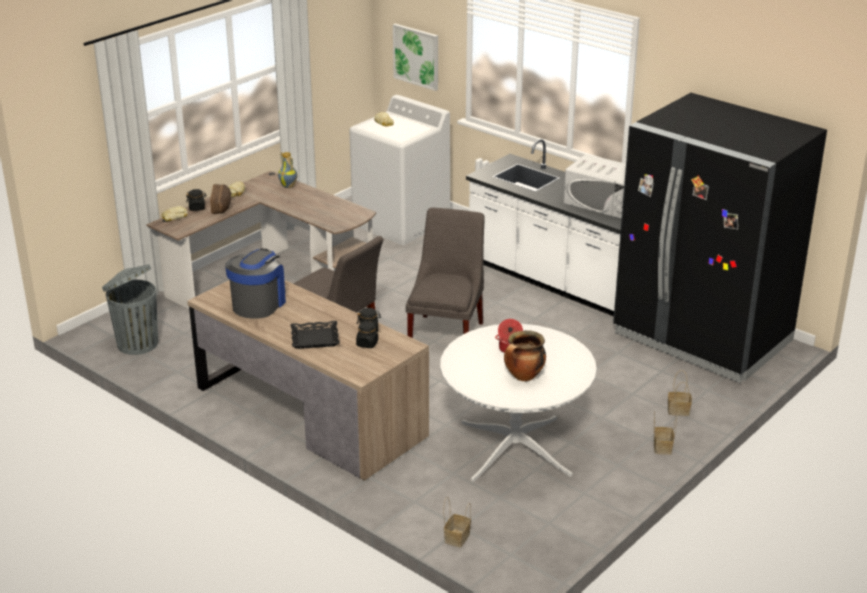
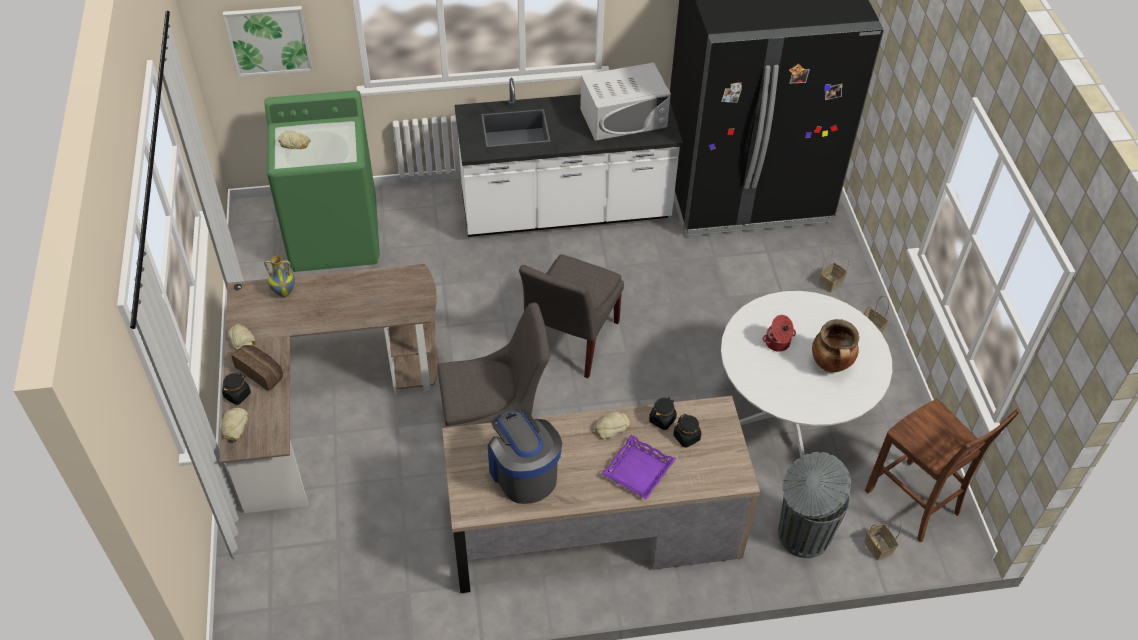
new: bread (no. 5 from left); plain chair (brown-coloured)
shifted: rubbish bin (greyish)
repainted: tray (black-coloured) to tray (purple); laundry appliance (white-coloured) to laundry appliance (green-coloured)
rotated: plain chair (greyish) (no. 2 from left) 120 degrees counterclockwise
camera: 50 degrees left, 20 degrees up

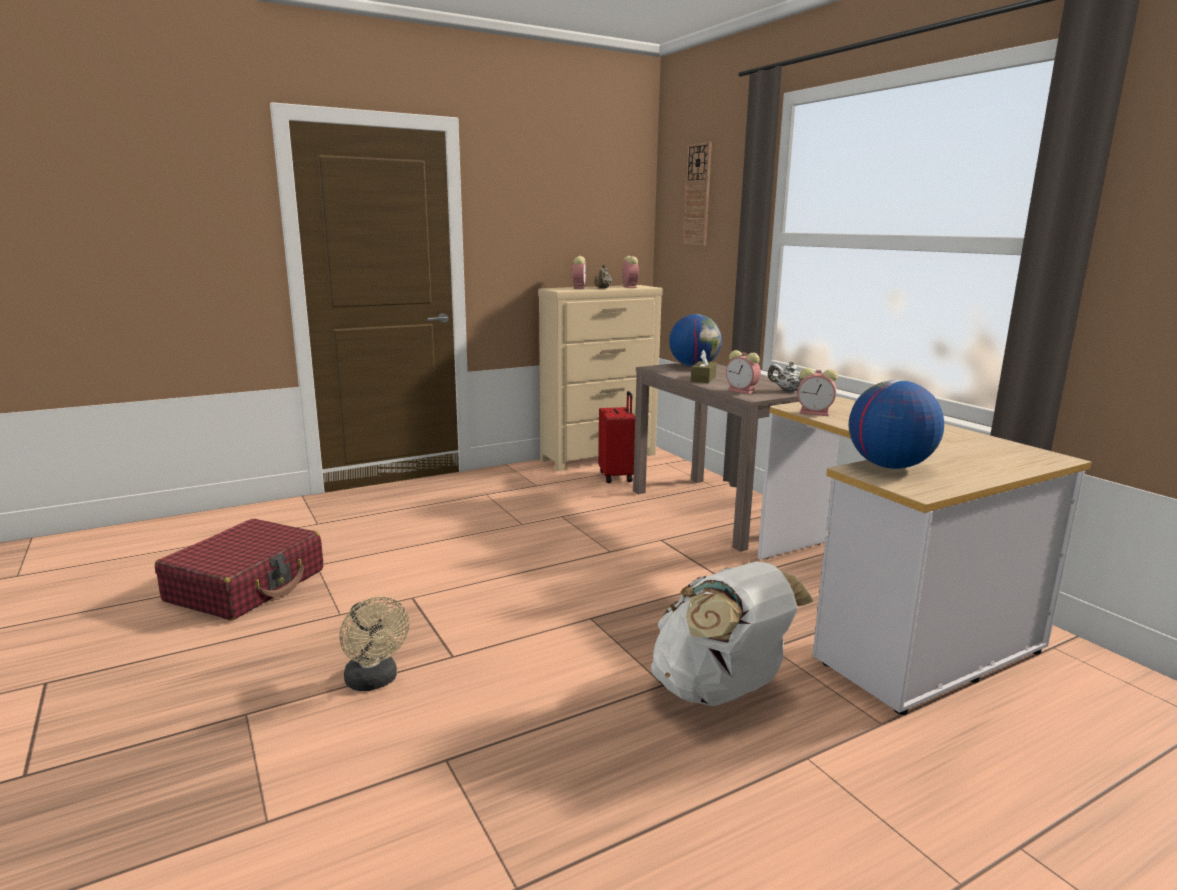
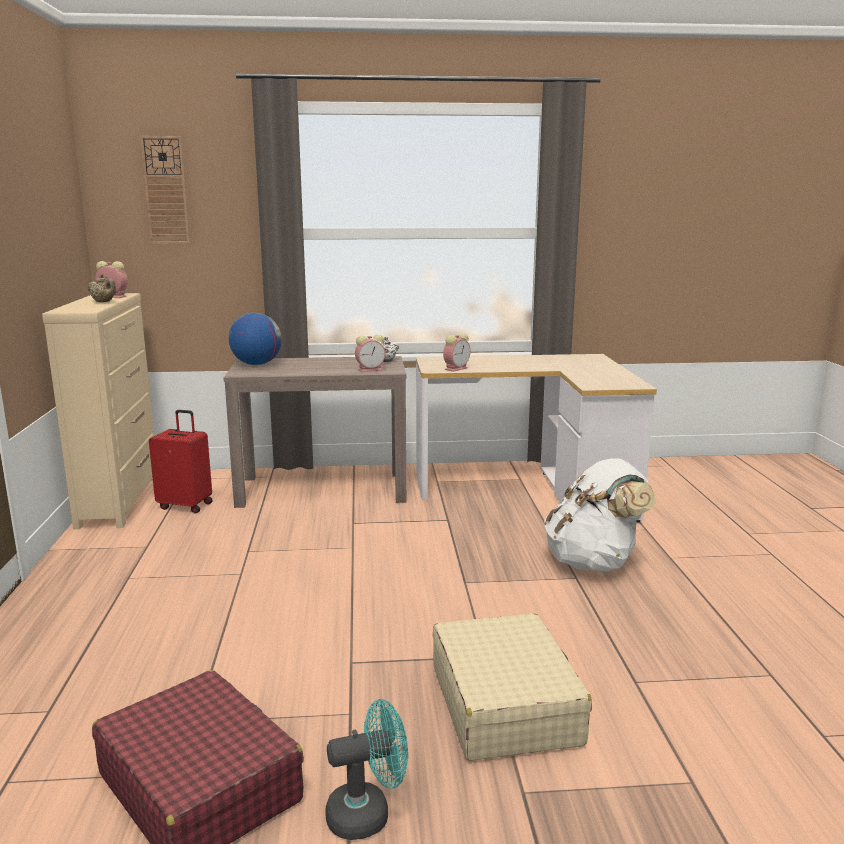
gone: alarm clock (no. 1 from left); box of tissues (brown-coloured); globe (no. 2 from left)
new: cooling fan (turquoise)
swapped: cooling fan (beige) to suitcase (beige)
camera: 65 degrees left, 0 degrees up

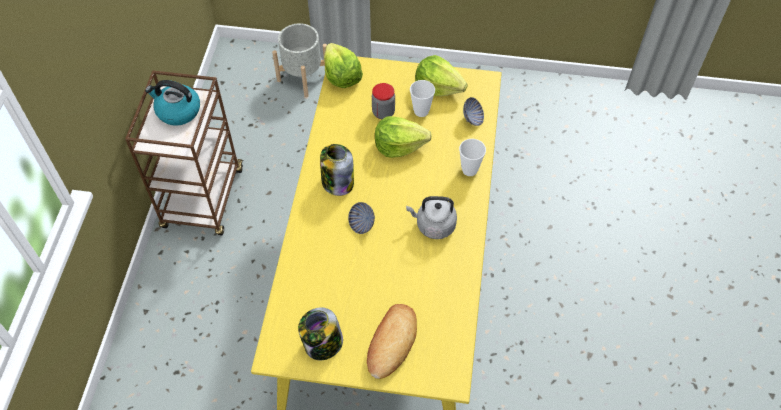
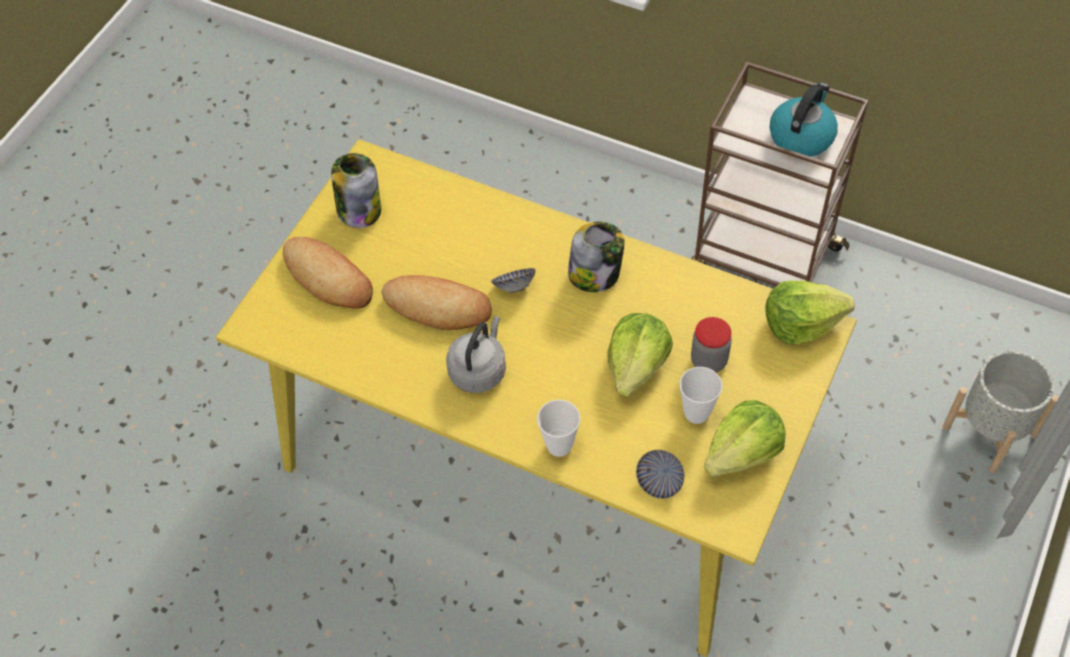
new: bread (no. 2 from left)
camera: 110 degrees right, 0 degrees up

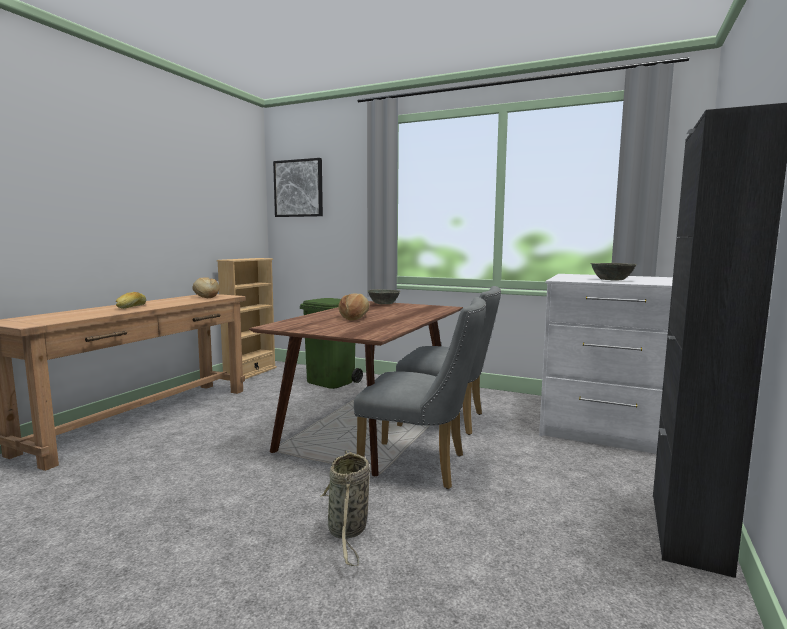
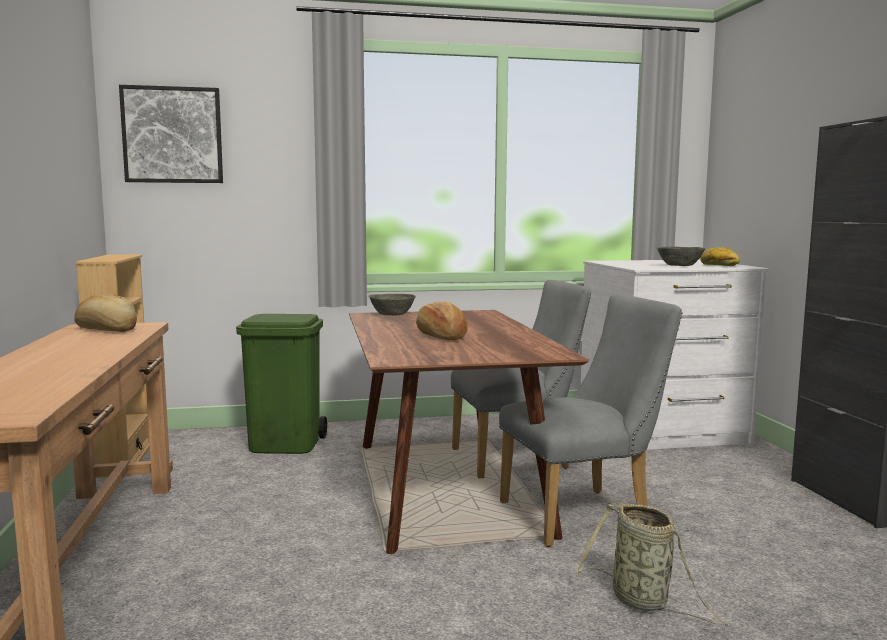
shifted: bread (no. 1 from left in the first image) to bread (no. 3 from left)
camera: 35 degrees left, 0 degrees up

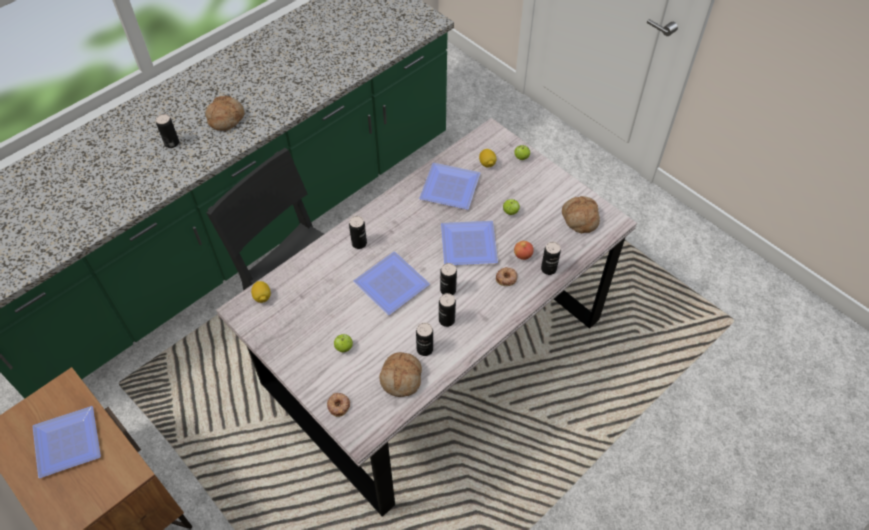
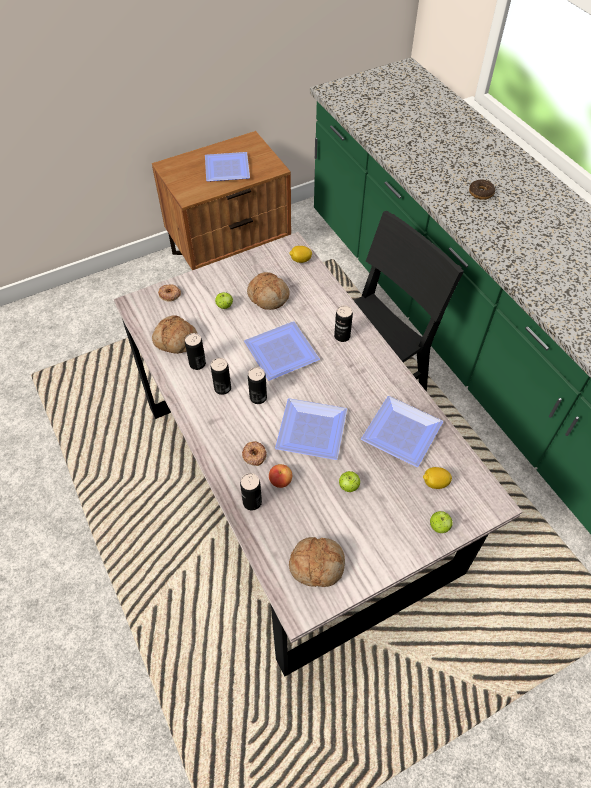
shifted: bread (no. 1 from left in the first image) to bread (no. 2 from left)
swapped: sealed can (no. 1 from left) to doughnut (no. 3 from left)
camera: 105 degrees right, 0 degrees up

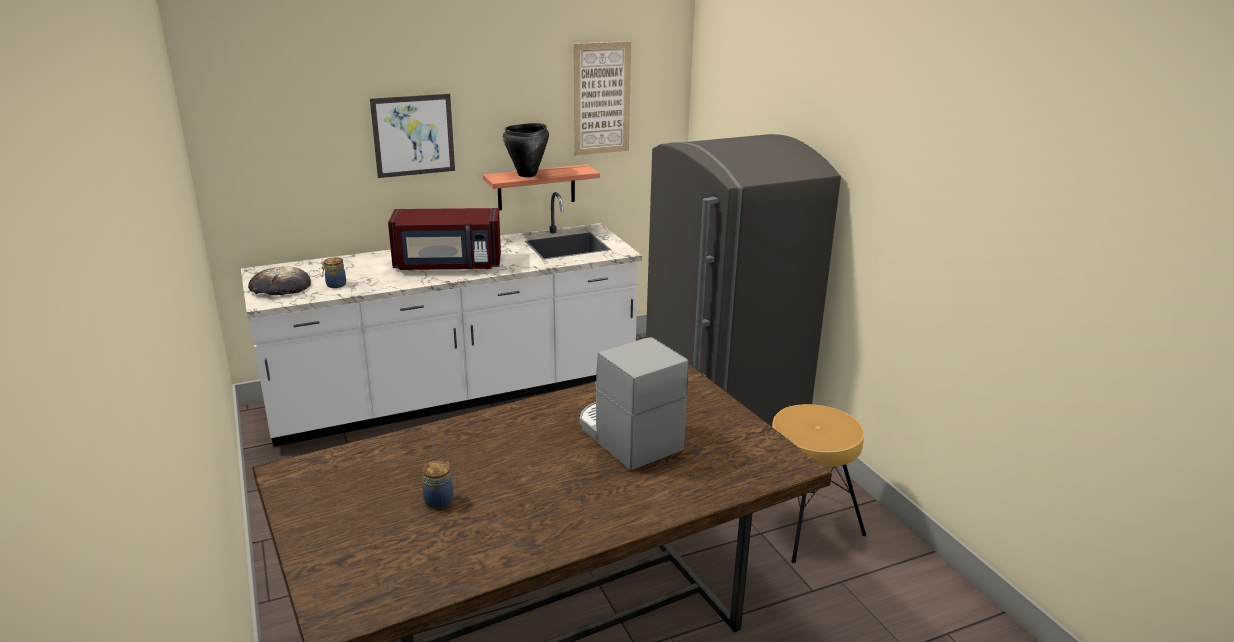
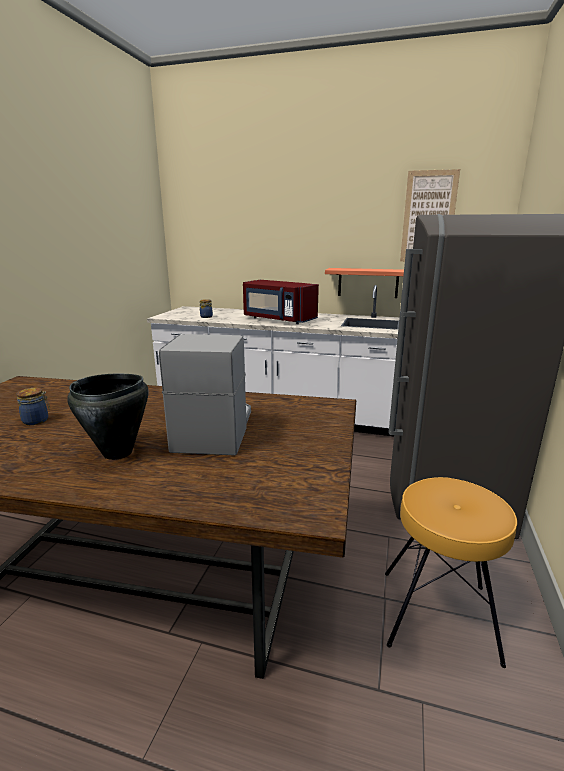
gone: bread; wall art (no. 1 from left)
shifted: stockpot (black-coloured)
camera: 40 degrees right, 5 degrees down

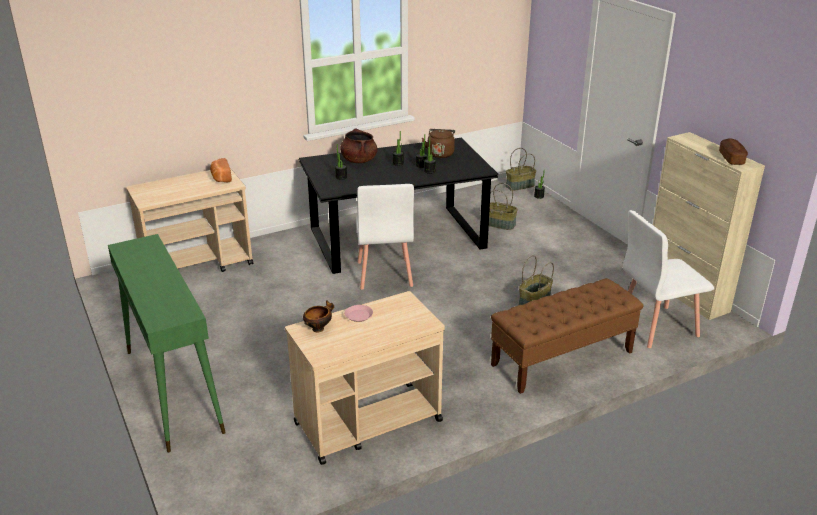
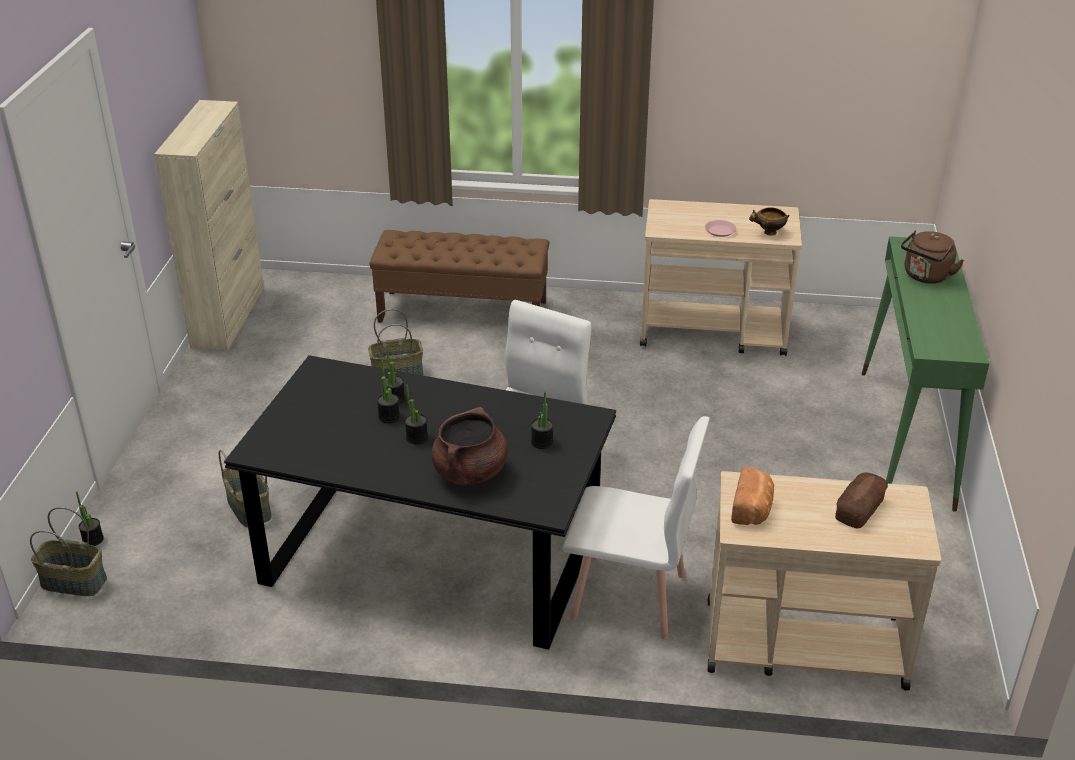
shifted: kettle (brown-coloured); plain chair (white-coloured) (no. 2 from left); bread (no. 2 from left)
camera: 145 degrees left, 5 degrees up

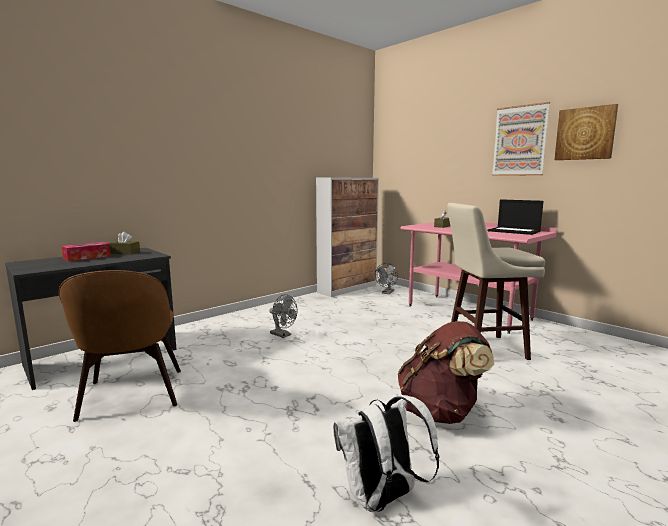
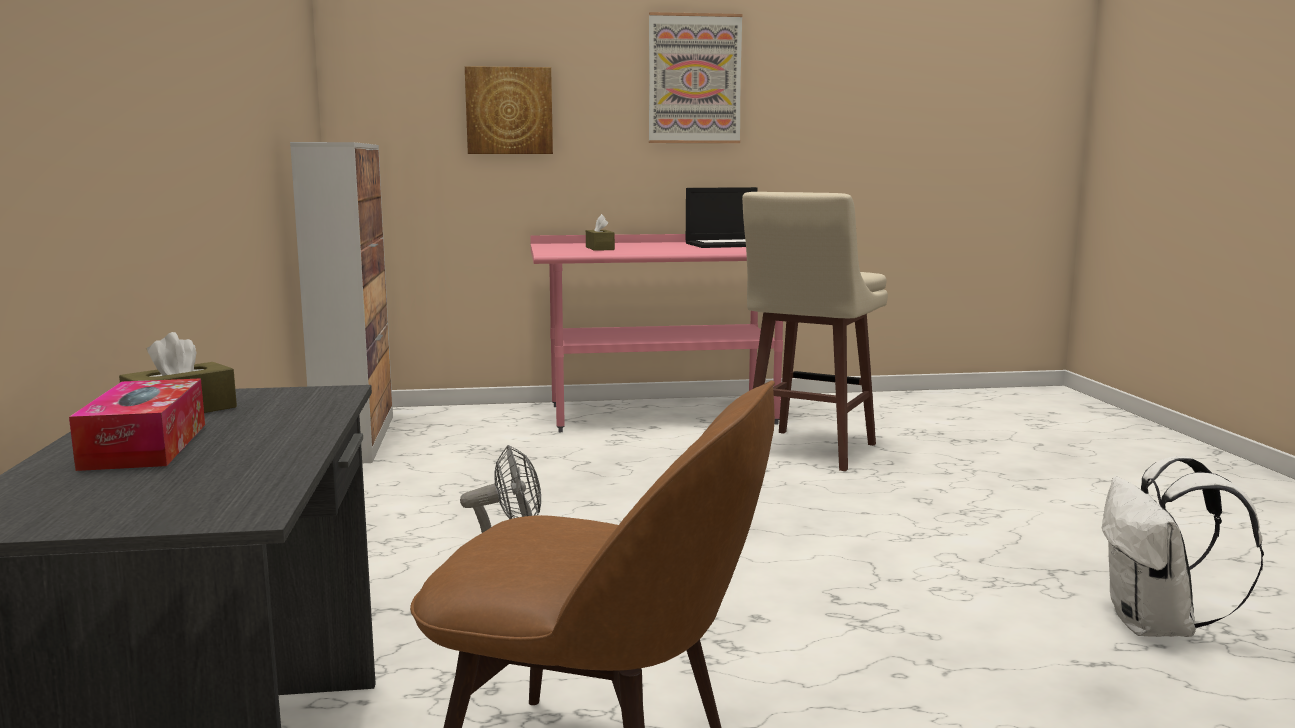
gone: cooling fan (greyish) (no. 2 from left); rucksack (brown-coloured)
shifted: wall art (no. 2 from left in the first image) to wall art (no. 1 from left)
camera: 55 degrees left, 0 degrees up

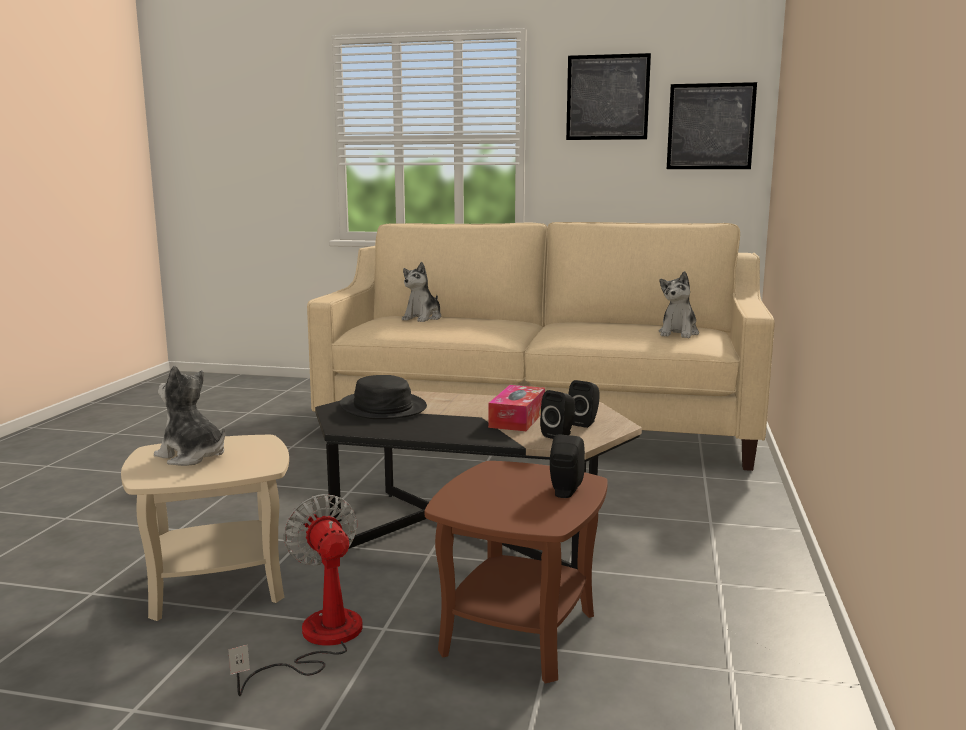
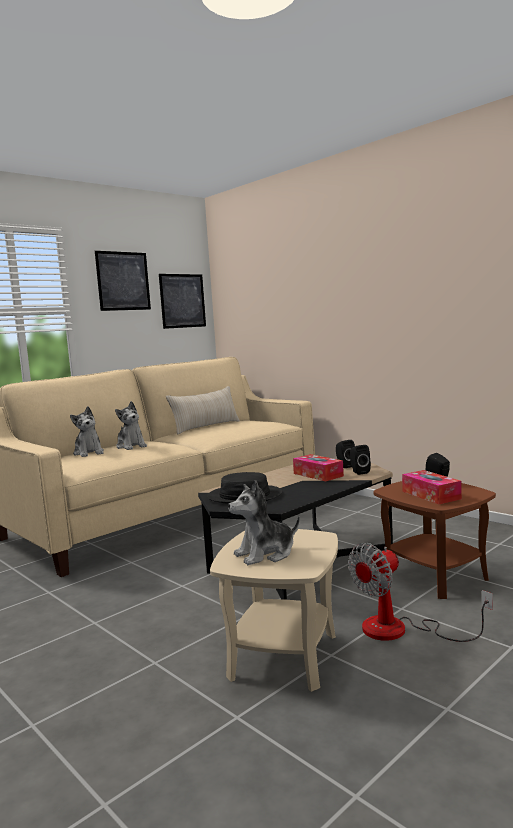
new: cushion (beige); box of tissues (no. 2 from left)
shifted: plush toy (no. 3 from left in the first image) to plush toy (no. 2 from left)
rotated: cooling fan 45 degrees counterclockwise
camera: 55 degrees left, 5 degrees down

